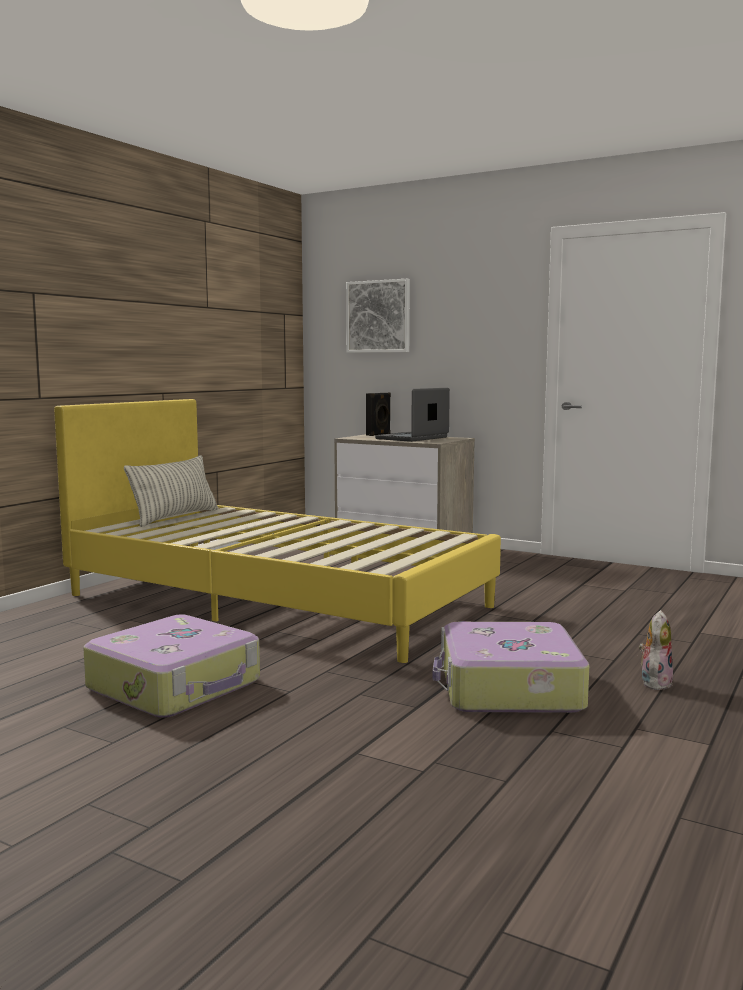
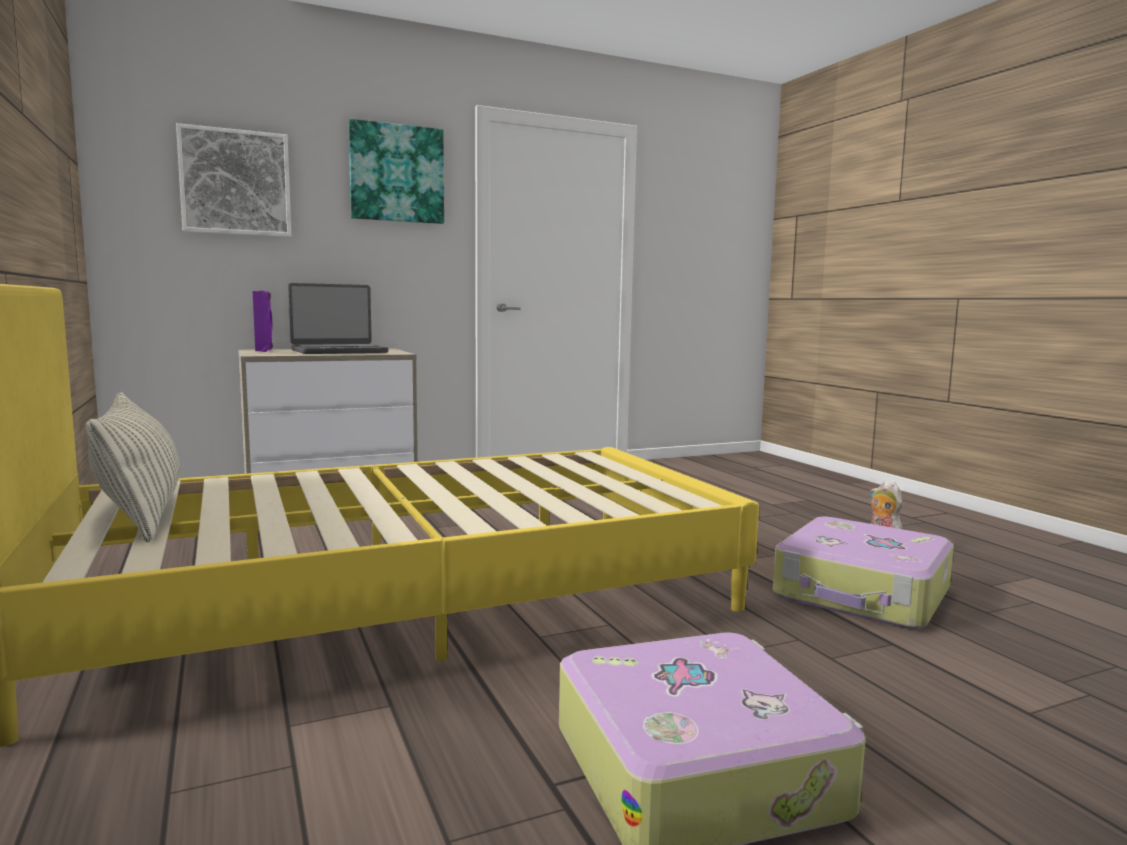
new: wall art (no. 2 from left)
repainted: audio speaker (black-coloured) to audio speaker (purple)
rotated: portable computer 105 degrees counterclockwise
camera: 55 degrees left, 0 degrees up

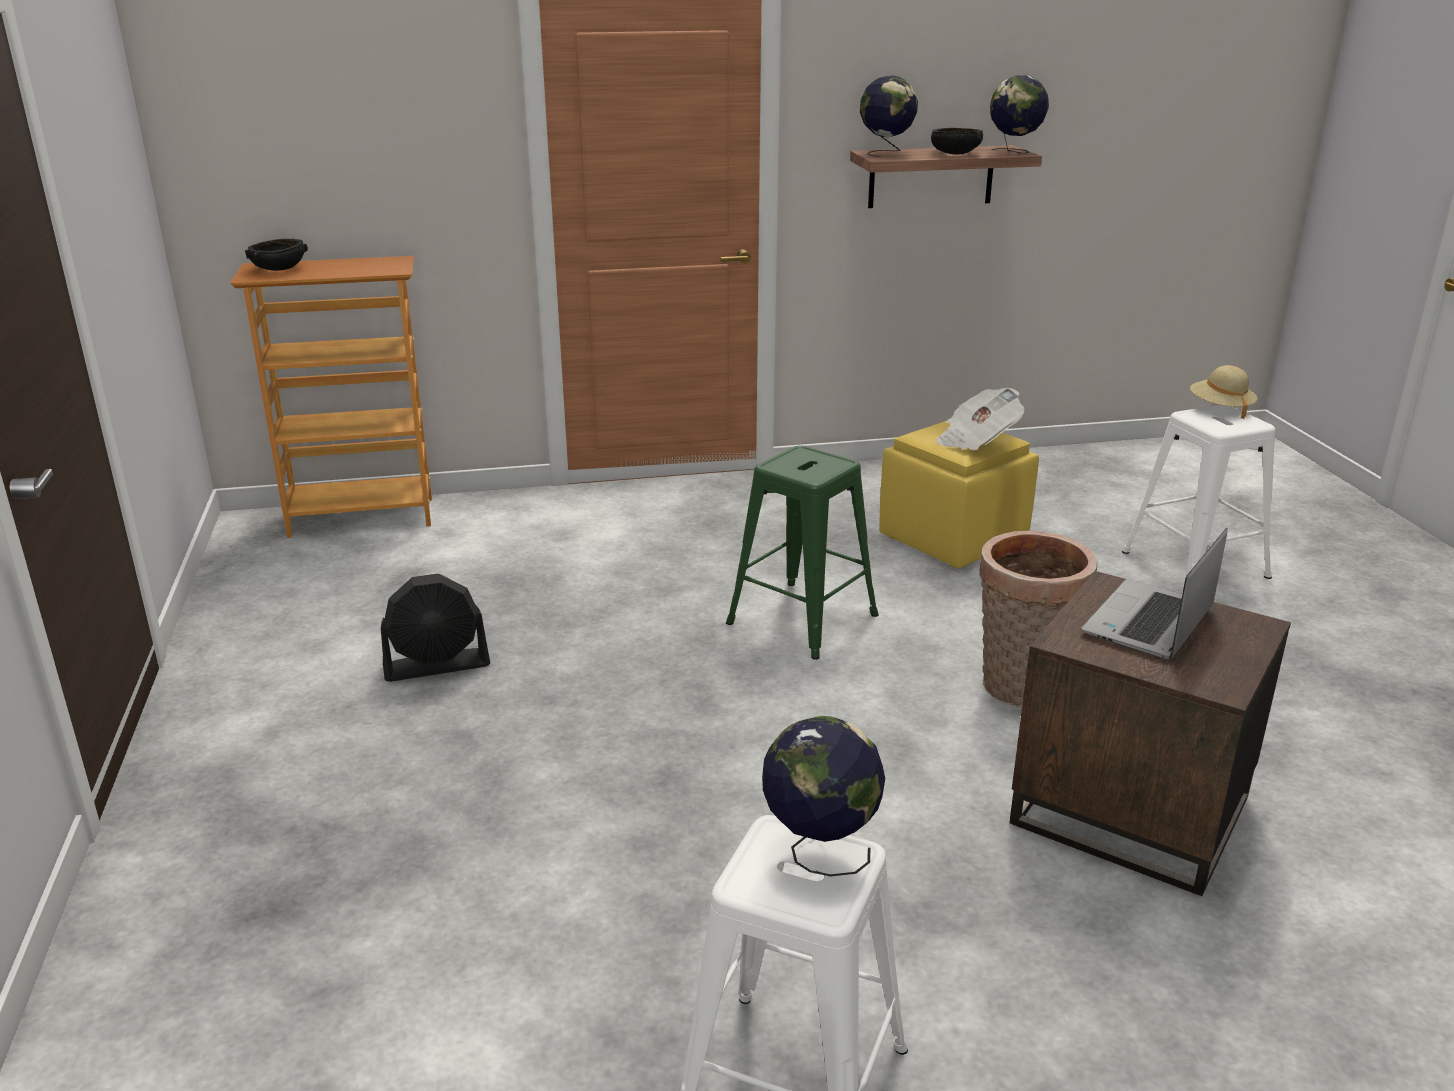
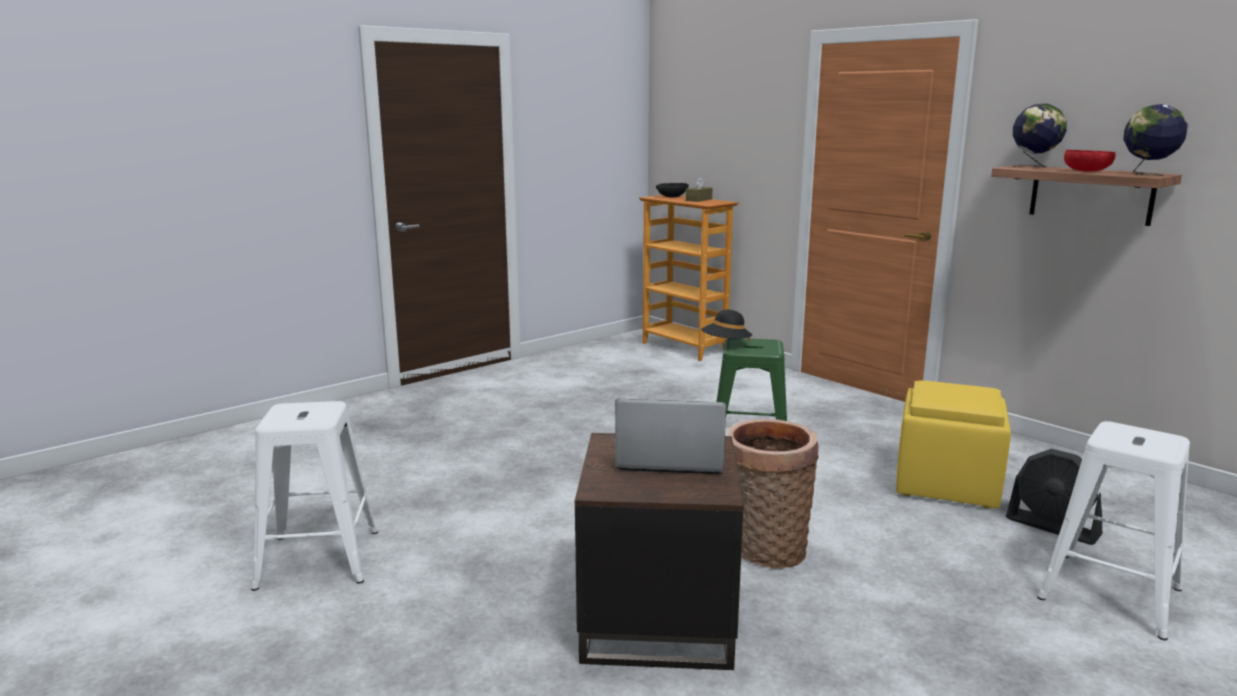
gone: globe (no. 1 from left); newspaper; wearable hat (beige)
new: box of tissues (brown-coloured); wearable hat (black-coloured)
shifted: cooling fan (black-coloured)
repainted: deep dish (black-coloured) (no. 2 from left) to deep dish (reddish)
camera: 60 degrees right, 10 degrees down

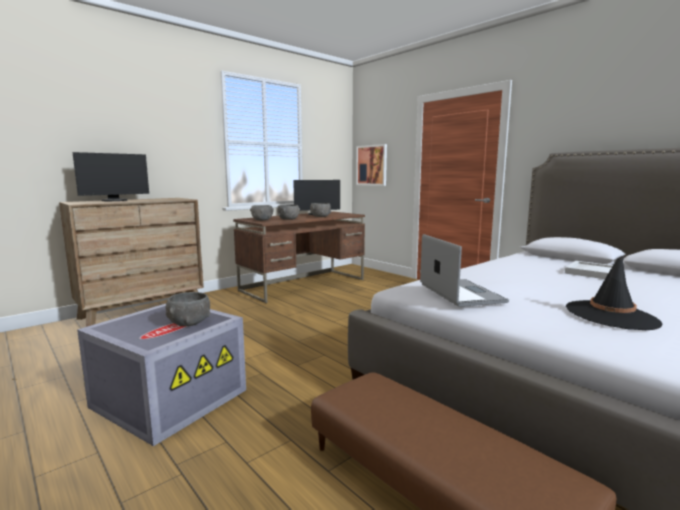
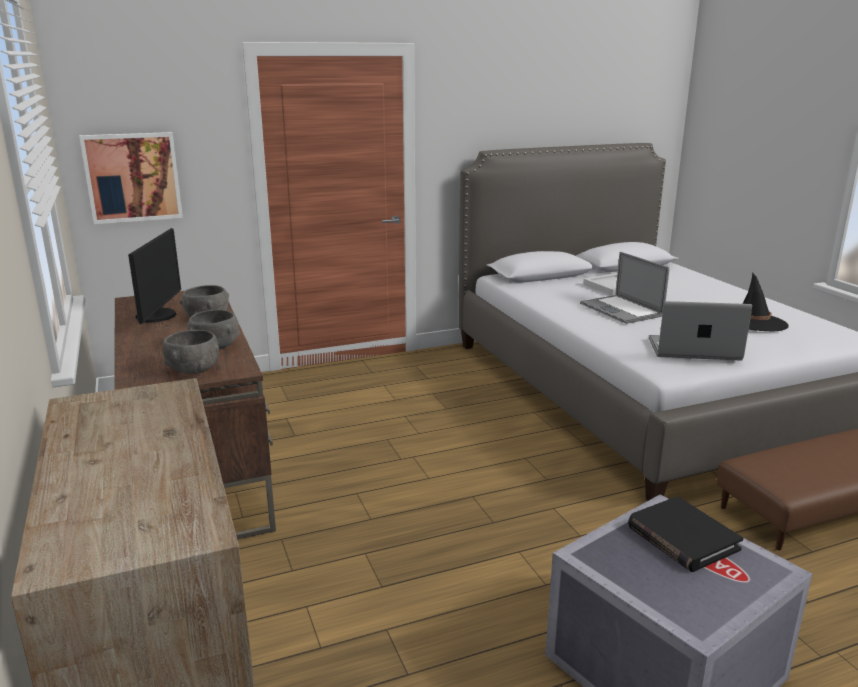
gone: computer screen (no. 1 from left)
new: portable computer (no. 1 from left)
swapped: deep dish (greyish) (no. 1 from left) to volume (black-coloured)
camera: 70 degrees left, 10 degrees up

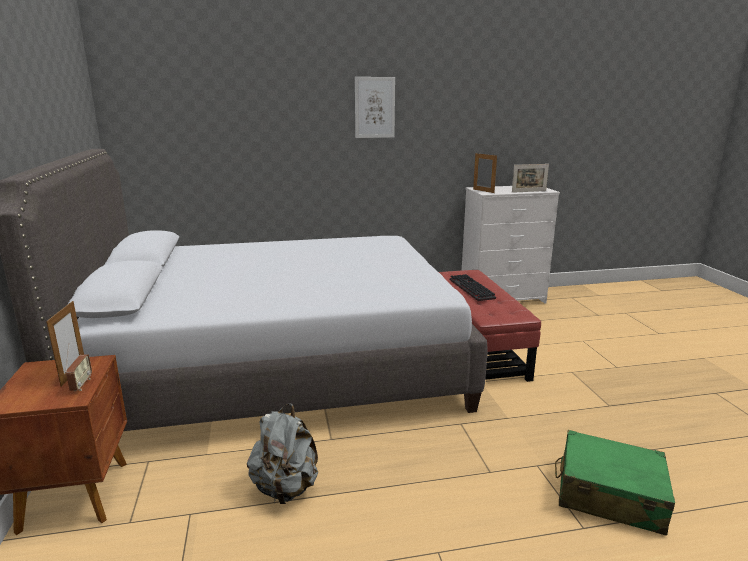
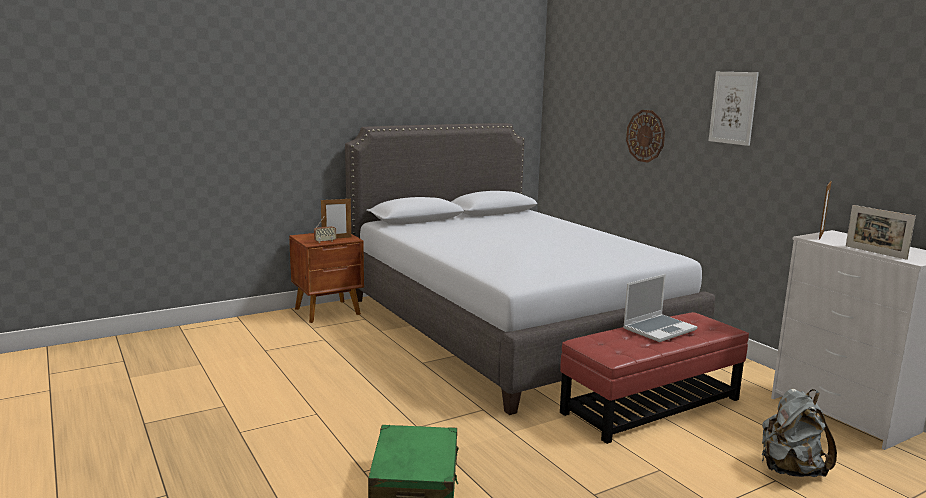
new: hanging clock
shifted: rucksack (greyish)
swapped: computer keyboard to portable computer
camera: 70 degrees right, 5 degrees down

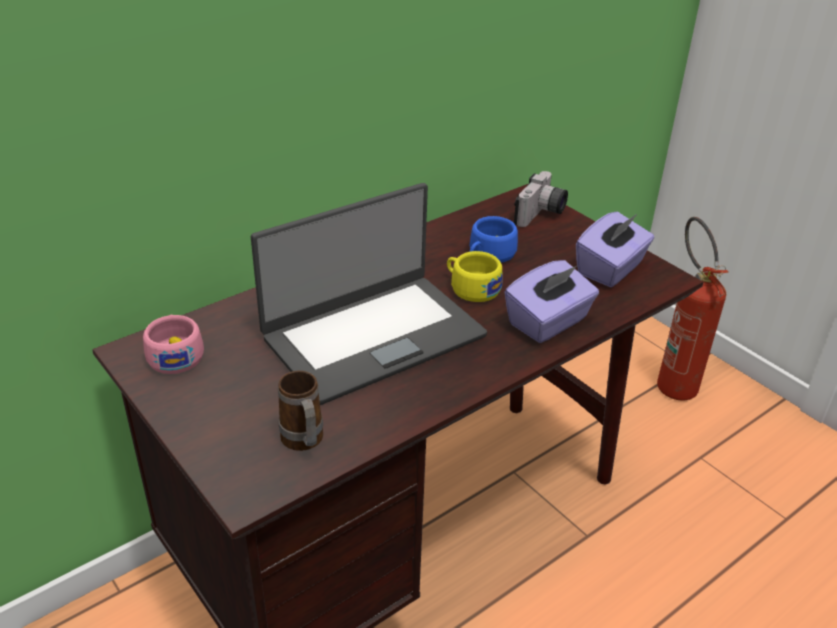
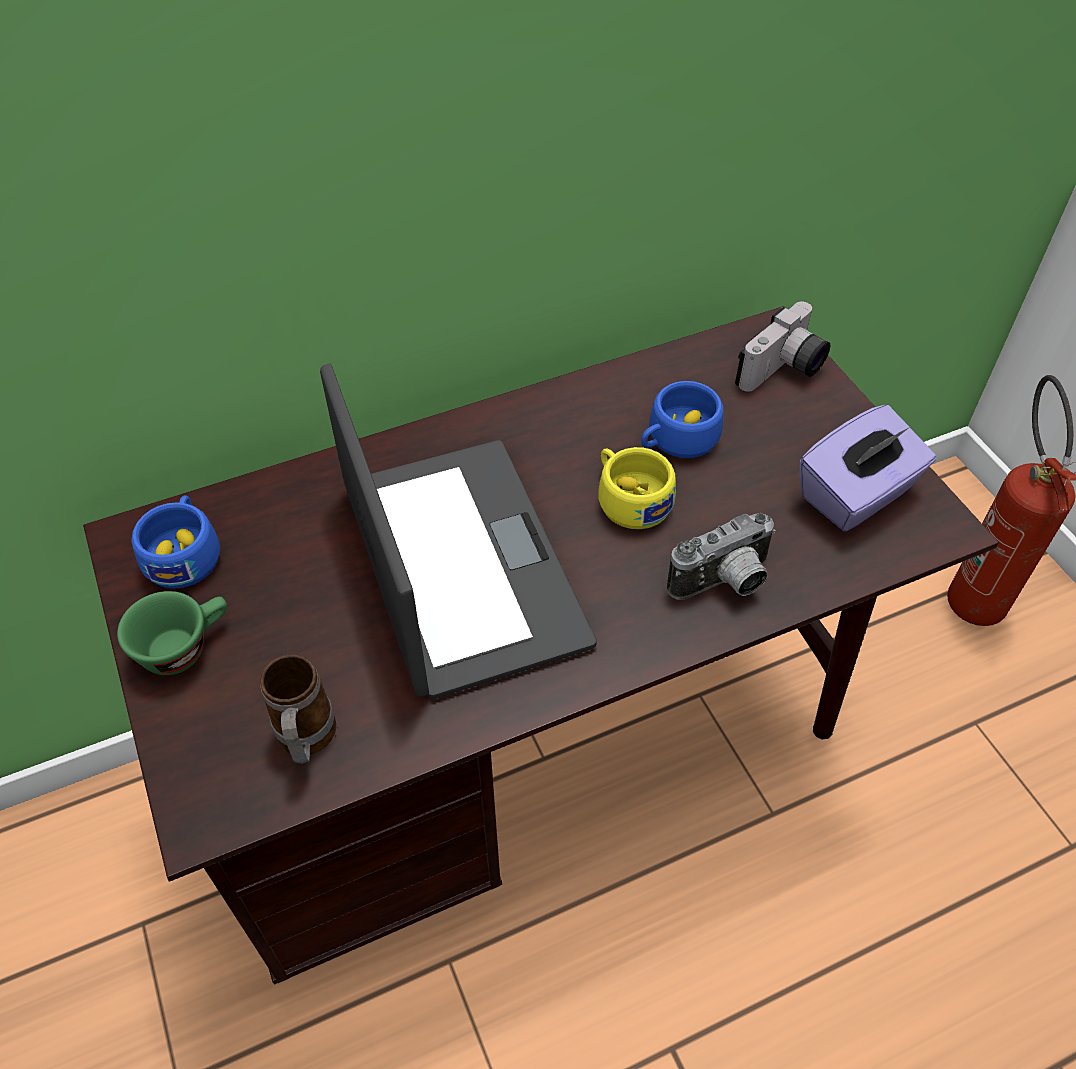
new: small cup (green-coloured)
swapped: box of tissues (purple) (no. 1 from left) to still camera (no. 1 from left)
repainted: small cup (pink-coloured) to small cup (blue-coloured) (no. 1 from left)
rotated: portable computer 90 degrees counterclockwise
camera: 15 degrees right, 15 degrees up

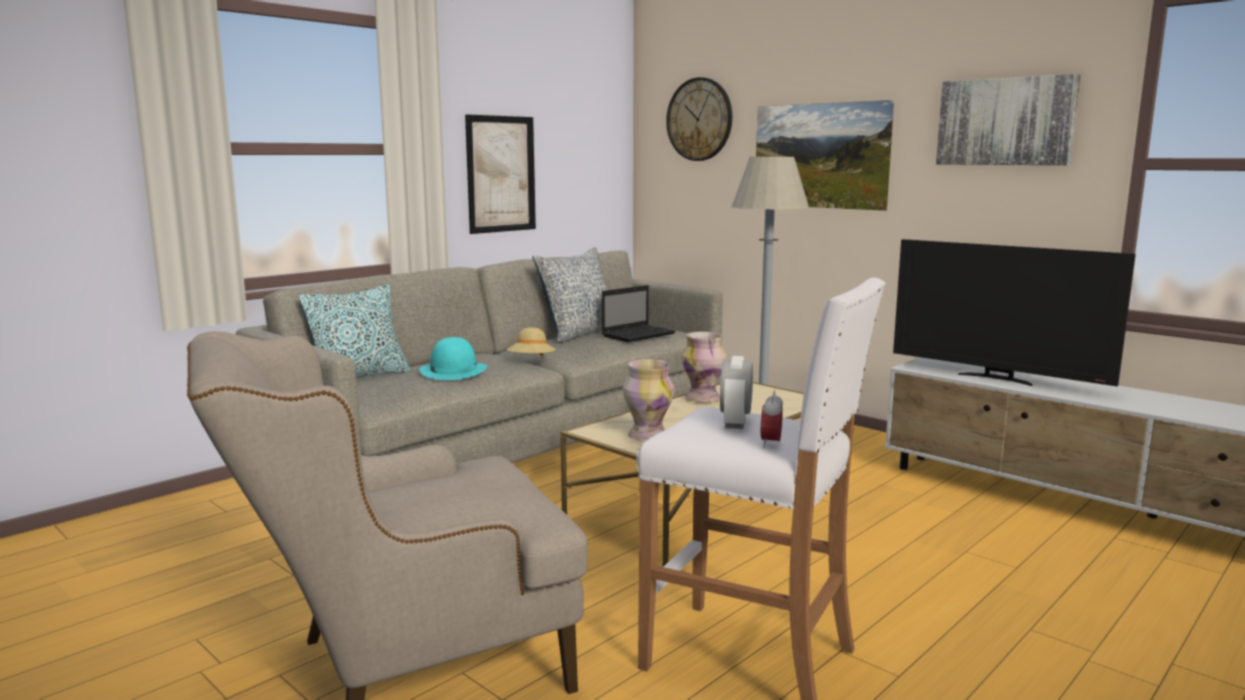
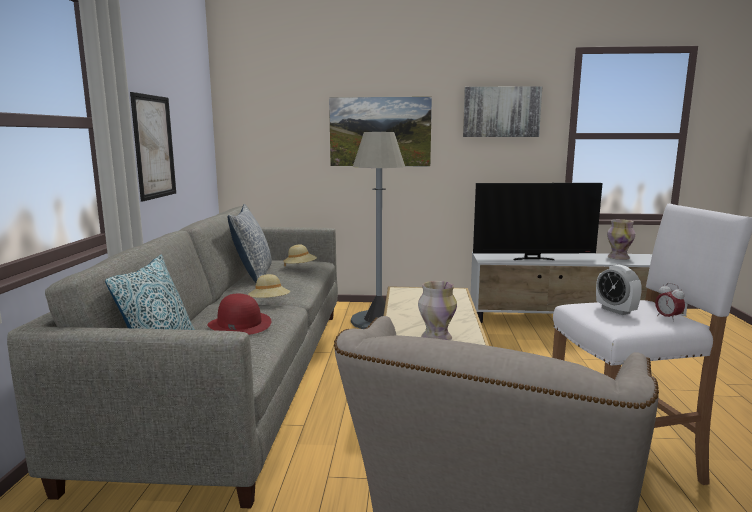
gone: hanging clock
shifted: decorative vase (no. 2 from left)
swapped: portable computer to wearable hat (beige) (no. 2 from left)
repainted: wearable hat (turquoise) to wearable hat (reddish)
camera: 40 degrees left, 0 degrees up

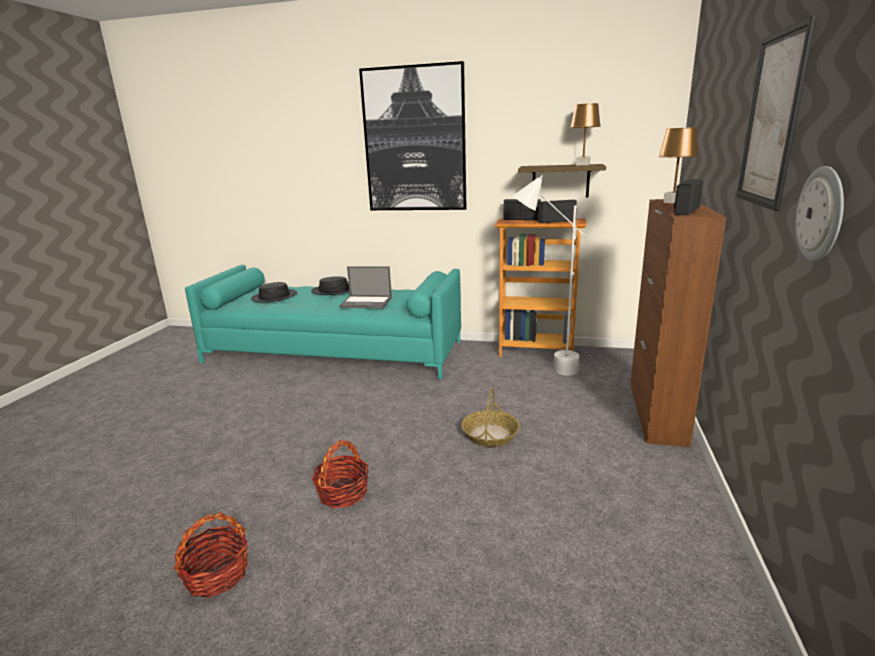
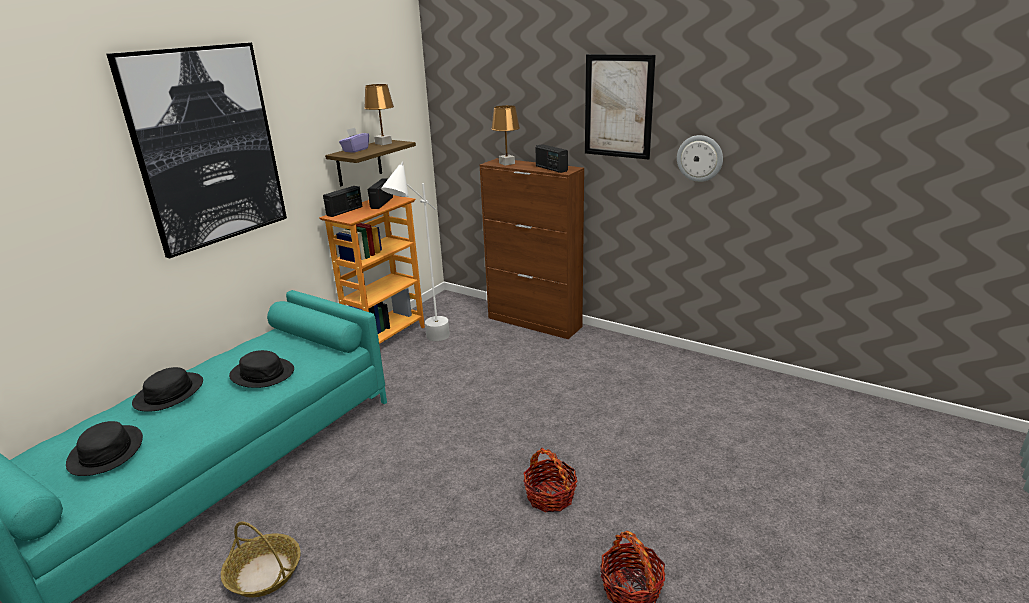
new: box of tissues (purple)
shifted: storage basket (no. 3 from left in the first image) to storage basket (no. 1 from left)
swapped: portable computer to wearable hat (black-coloured) (no. 3 from left)
camera: 70 degrees left, 5 degrees up

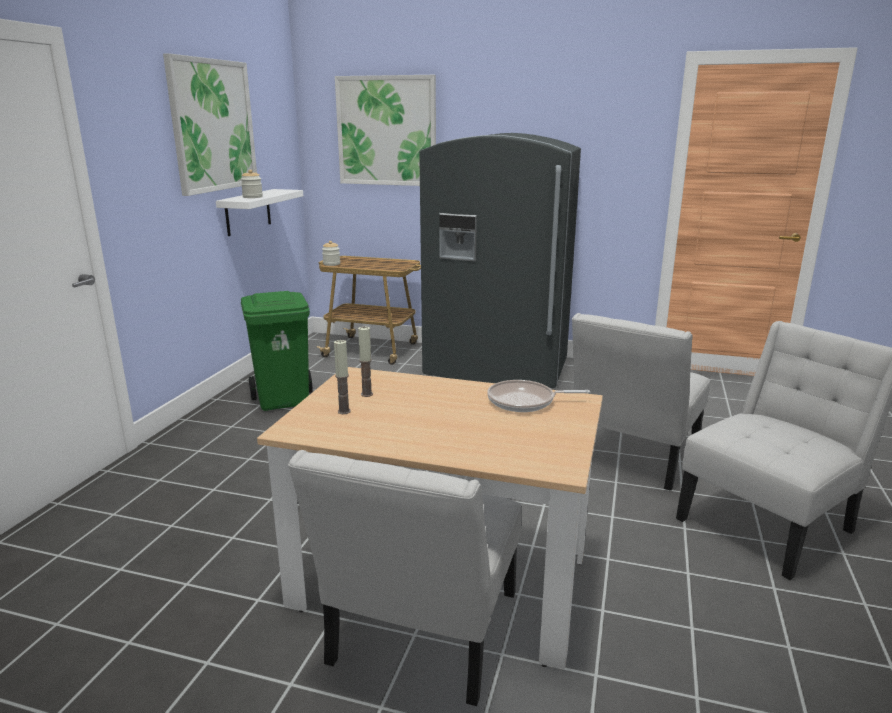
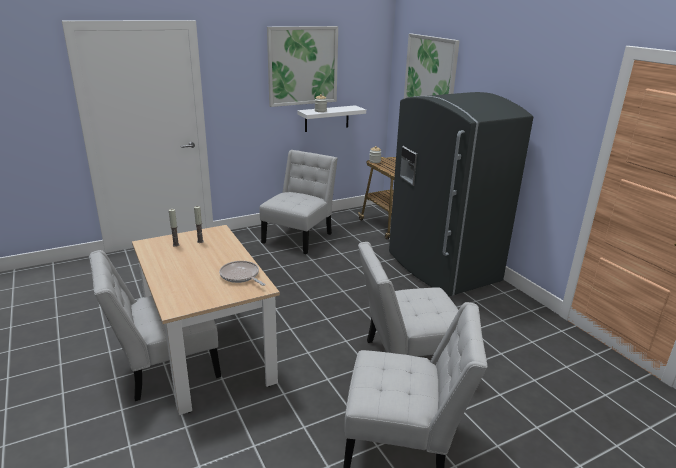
swapped: rubbish bin (green-coloured) to plain chair (white-coloured) (no. 2 from left)
camera: 45 degrees right, 5 degrees up

